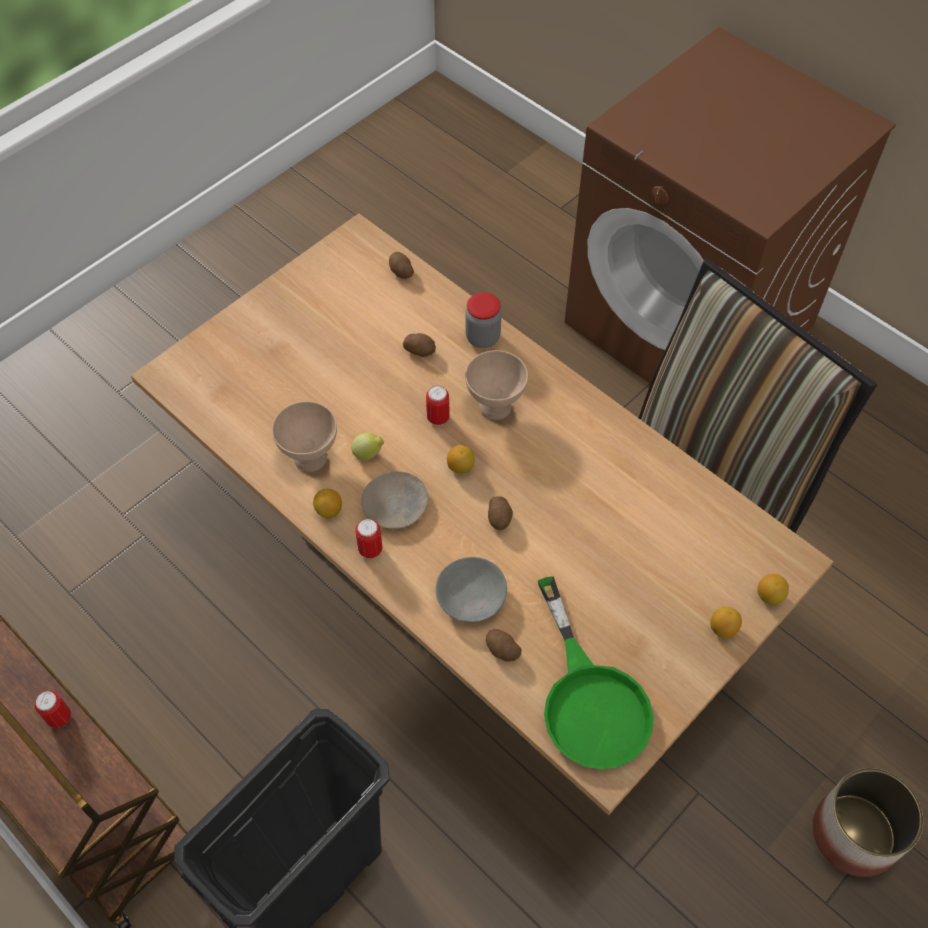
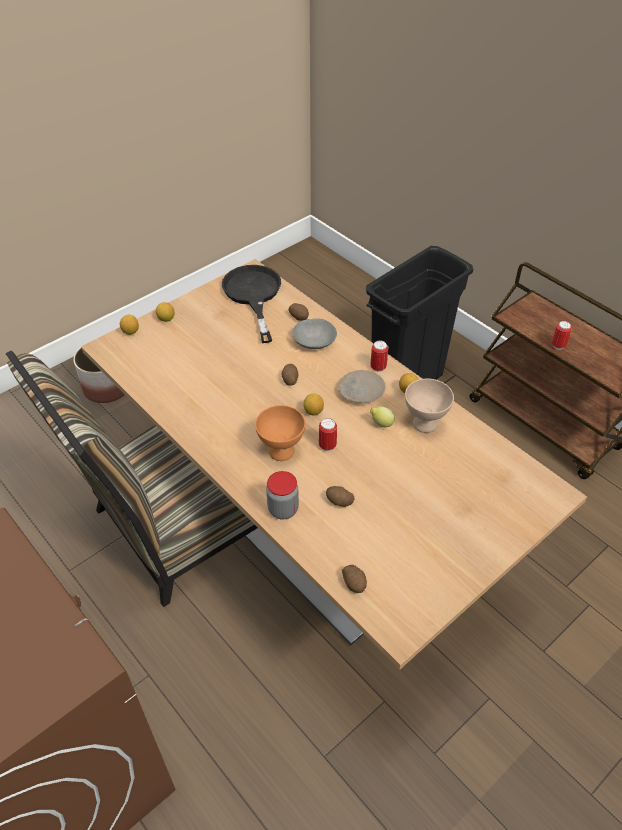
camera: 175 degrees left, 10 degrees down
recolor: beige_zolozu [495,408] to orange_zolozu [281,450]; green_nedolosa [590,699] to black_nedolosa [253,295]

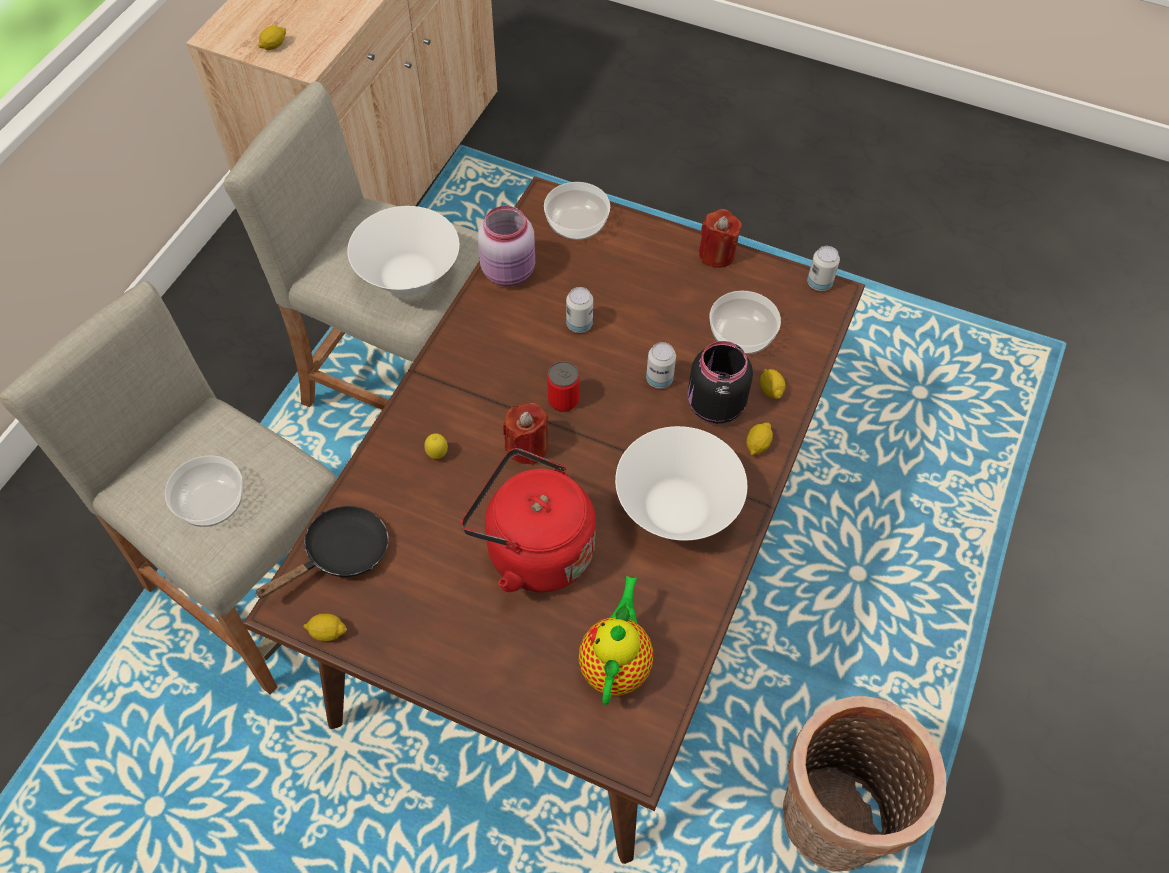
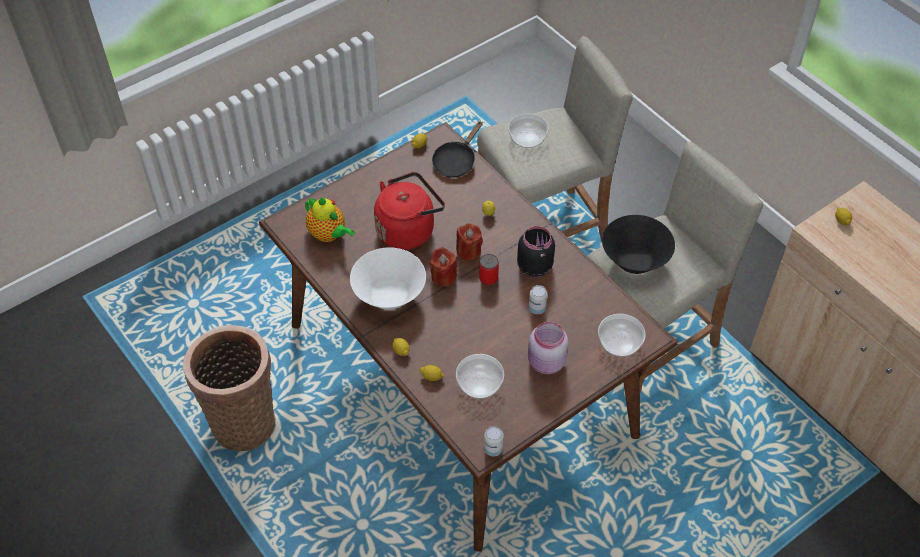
camera: 120 degrees right, 5 degrees down
delete: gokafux [659,379]
move: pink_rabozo [510,272] to [545,363]; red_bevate [717,254] to [443,277]; black_rabozo [713,406] to [535,266]
recolor: white_zolozu [409,277] to black_zolozu [635,261]
rotate: black_nedolosa [340,554] = [456,161] 45 degrees clockwise

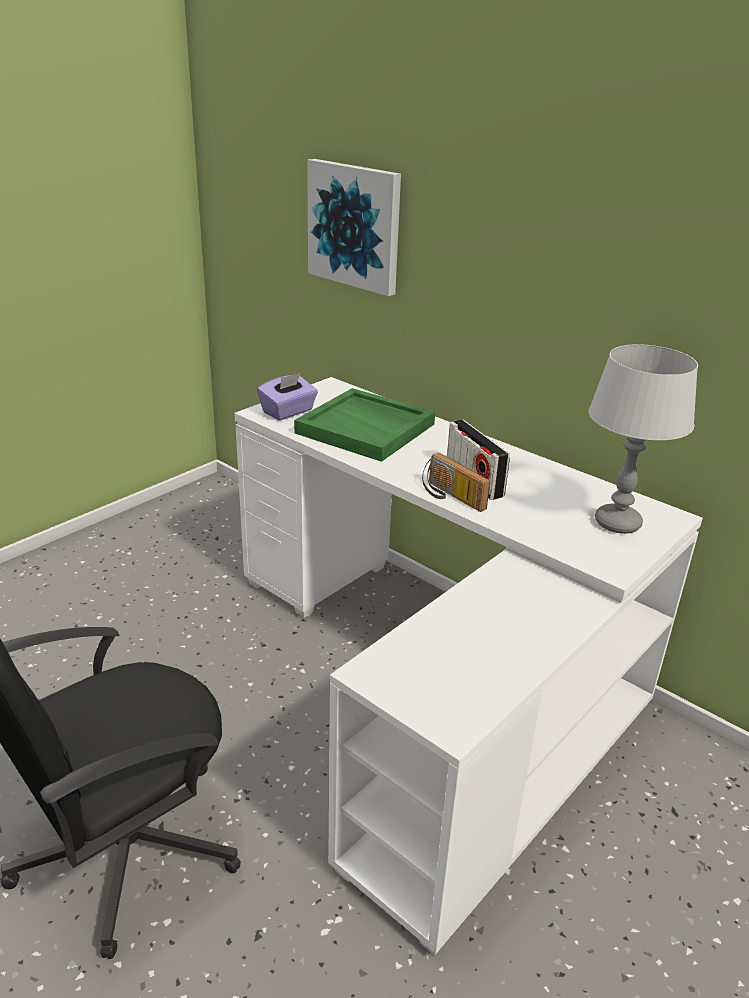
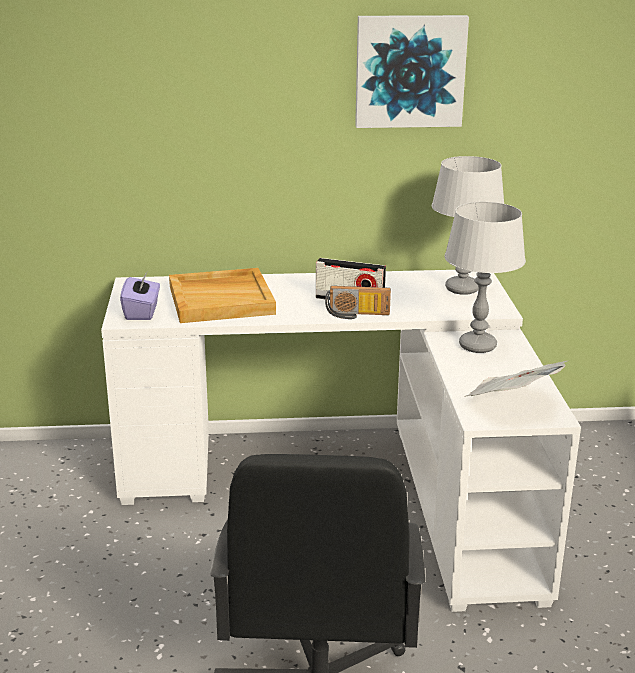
camera: 45 degrees left, 5 degrees down
insert: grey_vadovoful [478,346]; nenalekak [512,402]
move: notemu [354,226] to [410,71]
recolor: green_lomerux [367,428] to beige_lomerux [222,299]

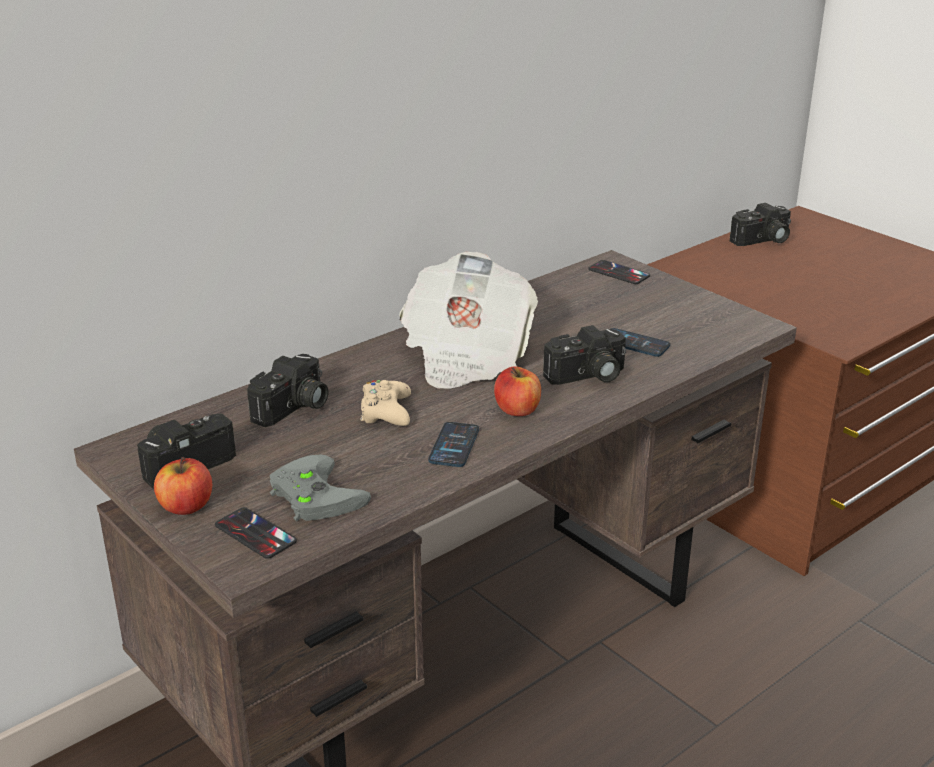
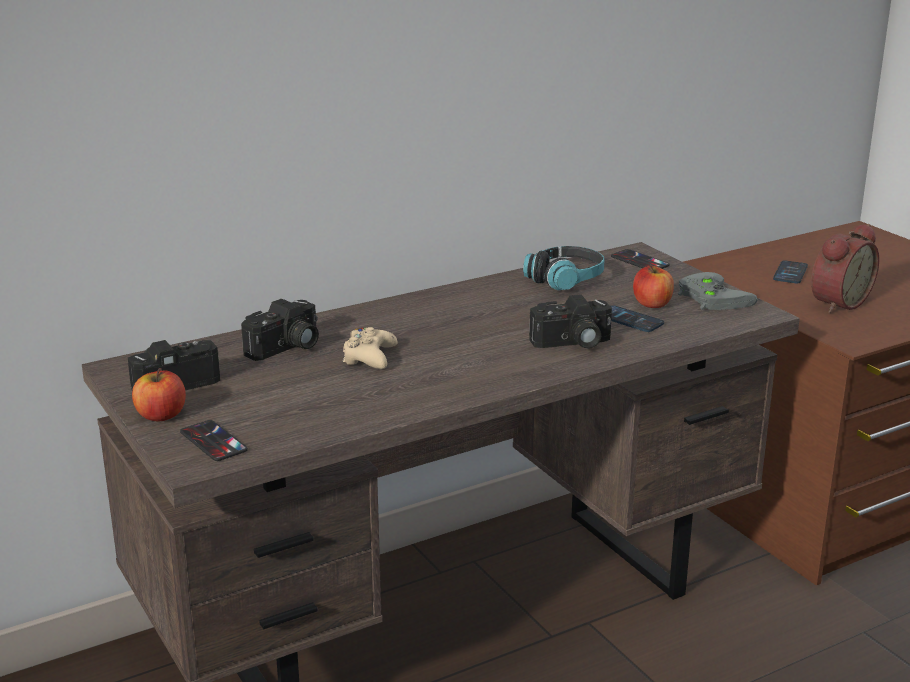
camera: 10 degrees right, 5 degrees down
delete: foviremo [762,241]; nenalekak [466,355]
insert: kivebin [836,302]; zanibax [565,279]
move: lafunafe [517,410] to [652,304]; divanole [454,445] to [790,273]; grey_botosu [312,494] to [710,297]

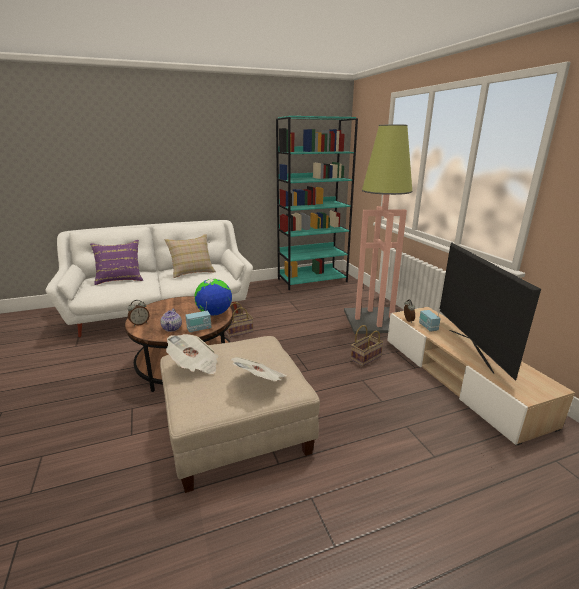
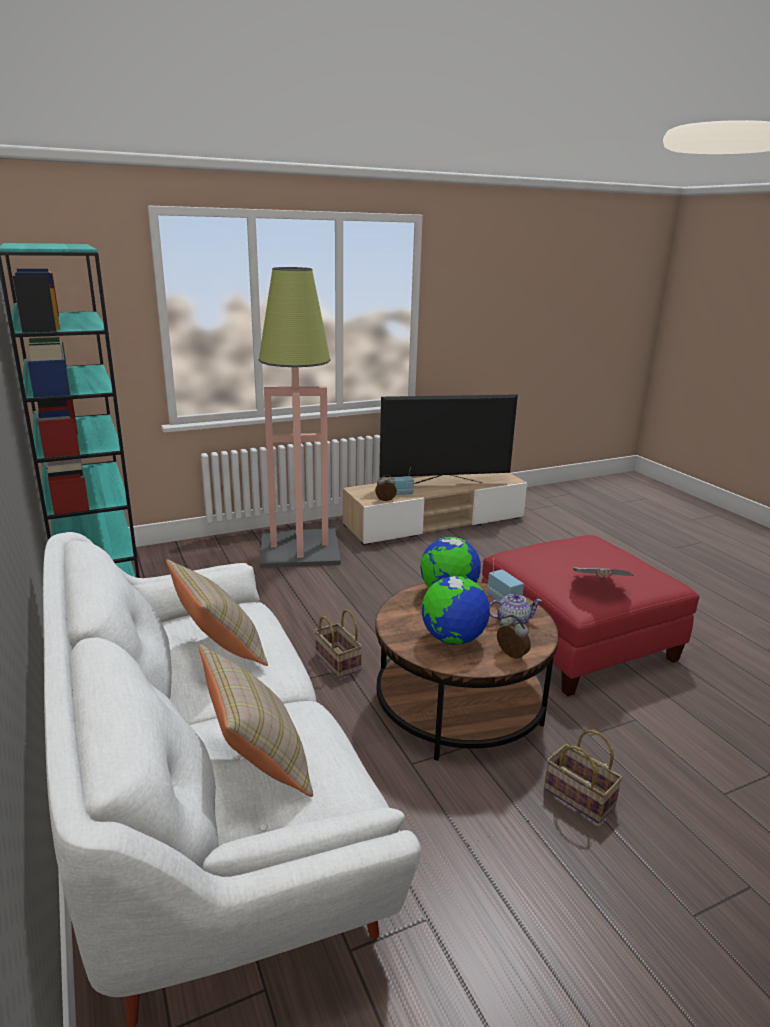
camera: 95 degrees left, 0 degrees up
delete: nenalekak [260,381]
insert: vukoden [453,639]
move: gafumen [366,357] to [577,797]
recolor: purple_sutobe [120,279] to beige_sutobe [258,762]; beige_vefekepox [236,428] to red_vefekepox [576,640]

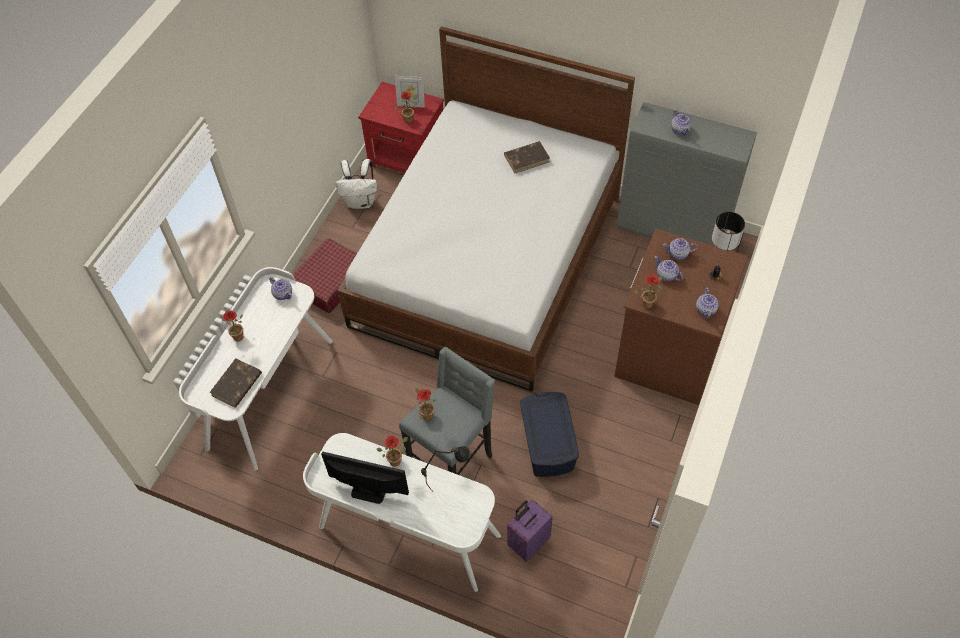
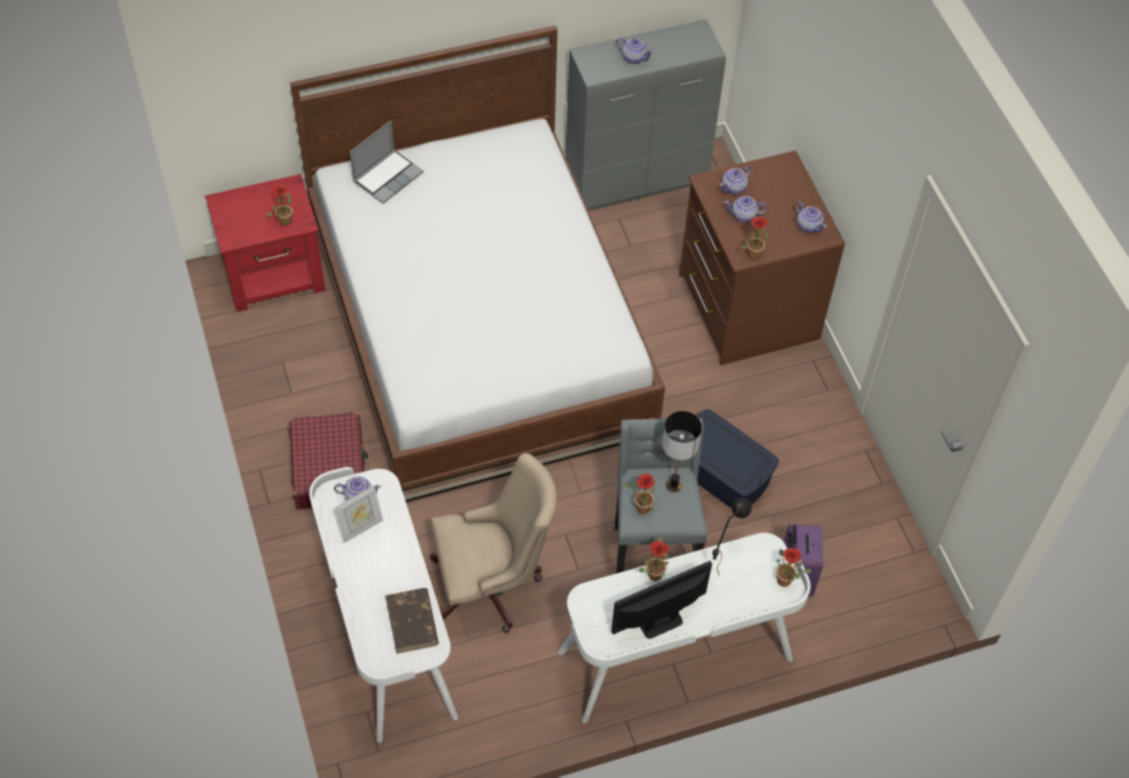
camera: 45 degrees left, 0 degrees up
delete: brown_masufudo [527,158]; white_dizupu [361,201]
insert: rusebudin [388,176]; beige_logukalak [492,585]
move: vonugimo [411,104] to [361,528]; vadovoful [714,276] to [673,486]; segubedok [240,338] to [787,581]

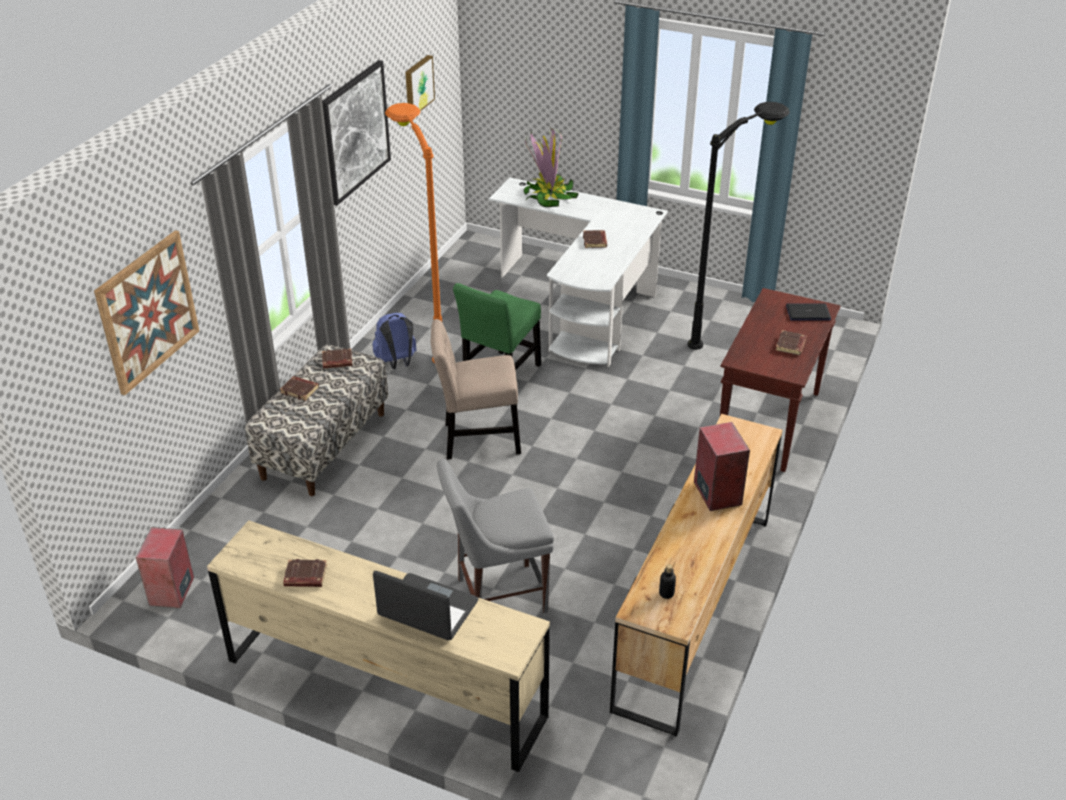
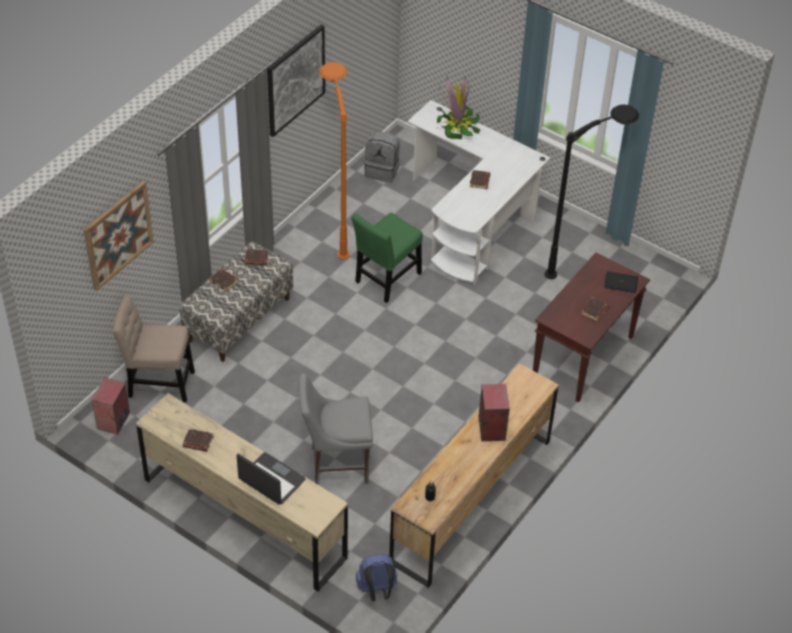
camera: 10 degrees right, 10 degrees up
delete: notemu [418,85]
insert: grey_dizupu [382,171]
move: blue_dizupu [397,362] to [377,590]; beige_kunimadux [477,439] to [157,383]

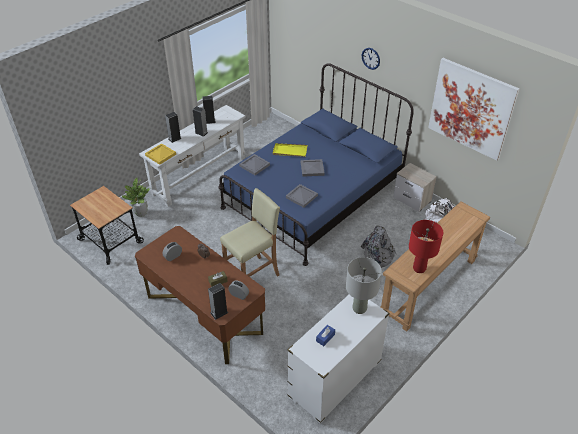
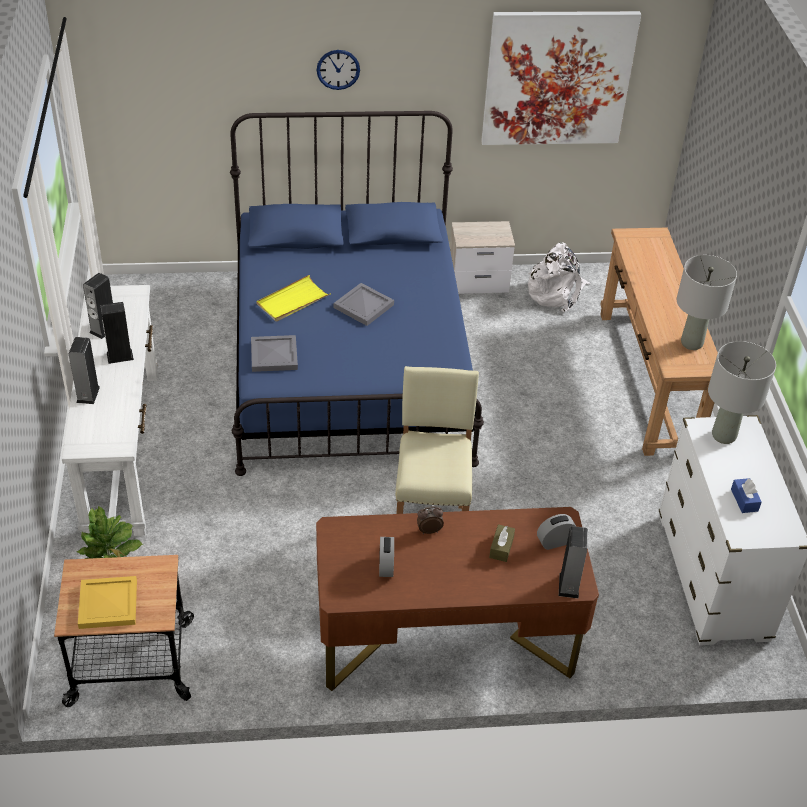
camera: 50 degrees left, 0 degrees up
delete: grey_lomerux [301,197]; grey_dizupu [376,257]
move: yellow_lomerux [160,154] to [107,603]
recolor: red_vadovoful [419,268] to grey_vadovoful [692,343]

